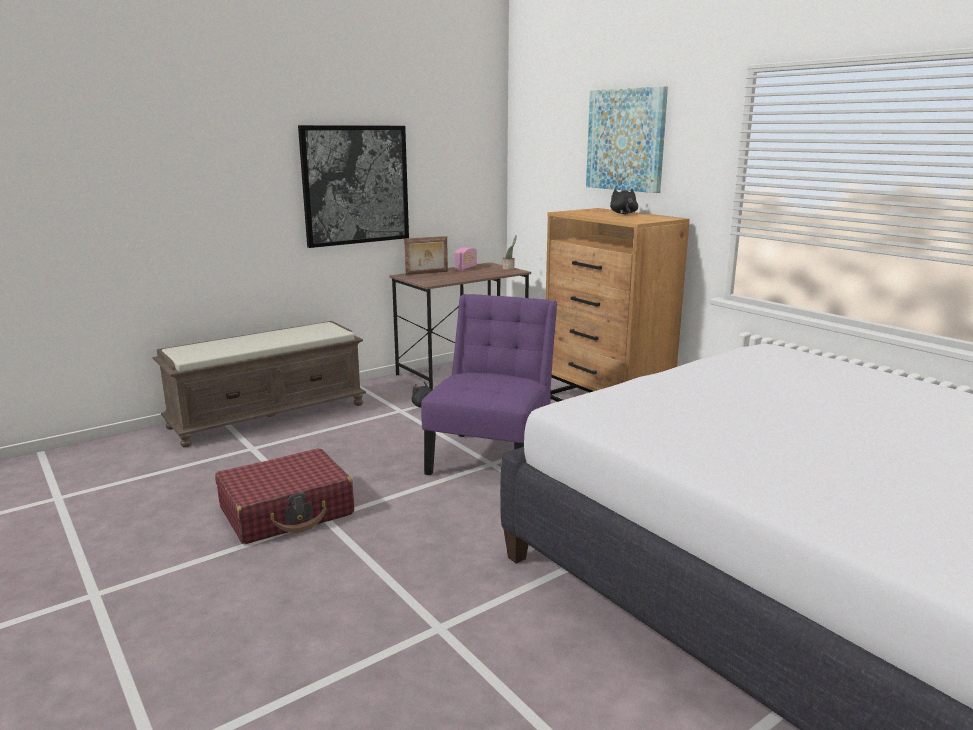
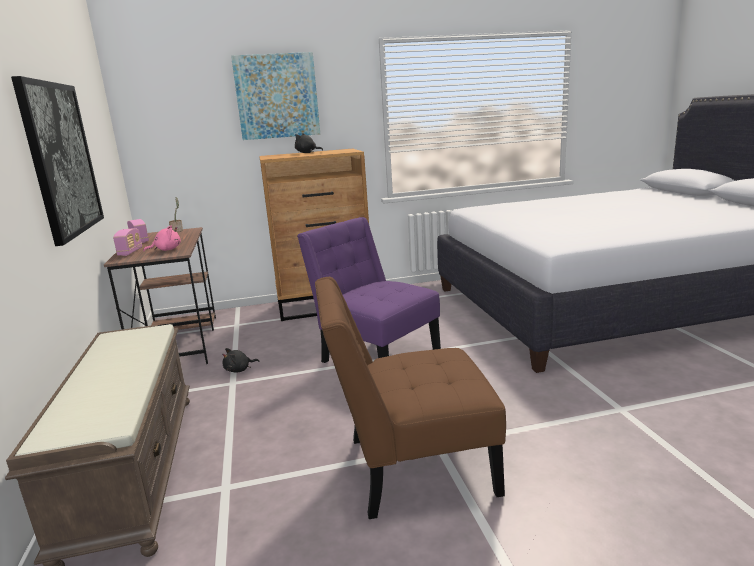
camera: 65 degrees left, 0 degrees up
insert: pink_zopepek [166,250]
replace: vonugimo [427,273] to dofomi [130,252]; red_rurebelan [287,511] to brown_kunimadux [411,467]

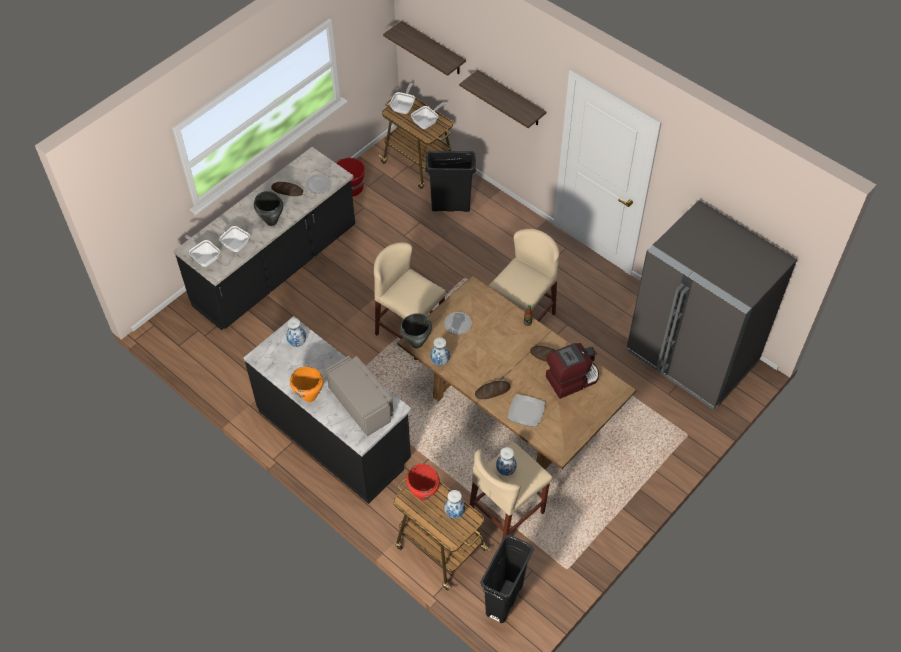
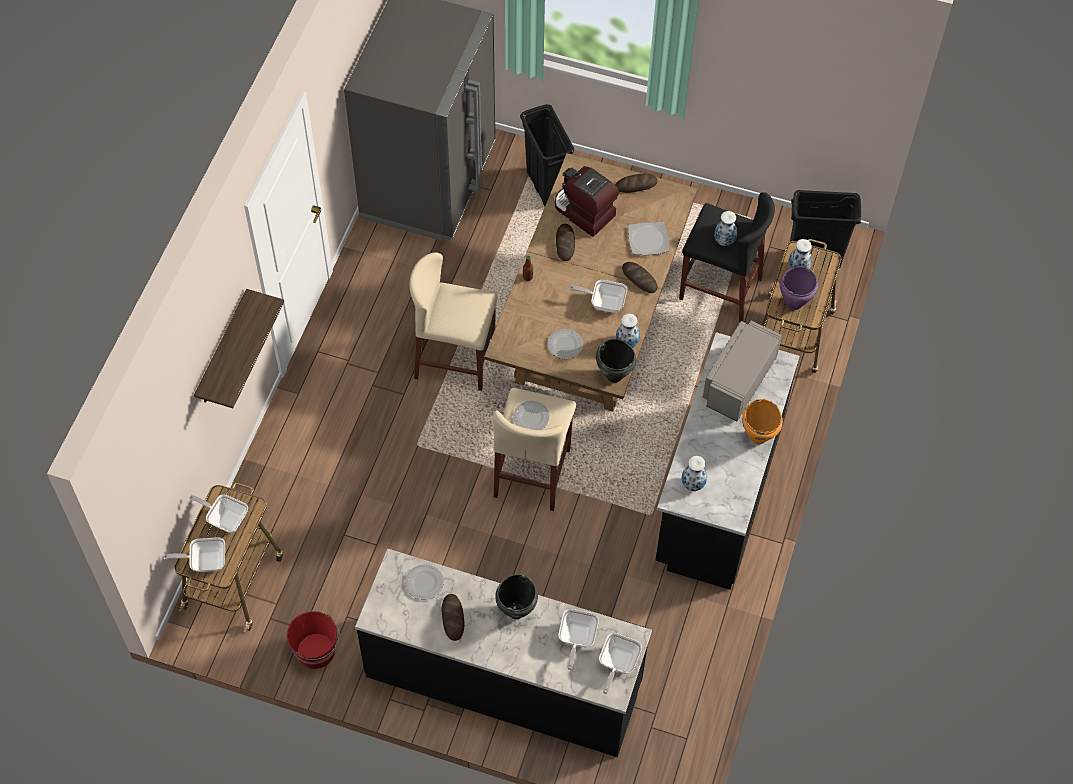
camera: 115 degrees left, 5 degrees up
delete: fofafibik [433,49]
insert: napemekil [636,185]; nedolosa [604,302]; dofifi [531,418]
move: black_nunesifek [450,206] to [546,187]
recolor: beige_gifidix [506,514] to black_gifidix [720,289]; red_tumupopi [423,494] to purple_tumupopi [793,303]

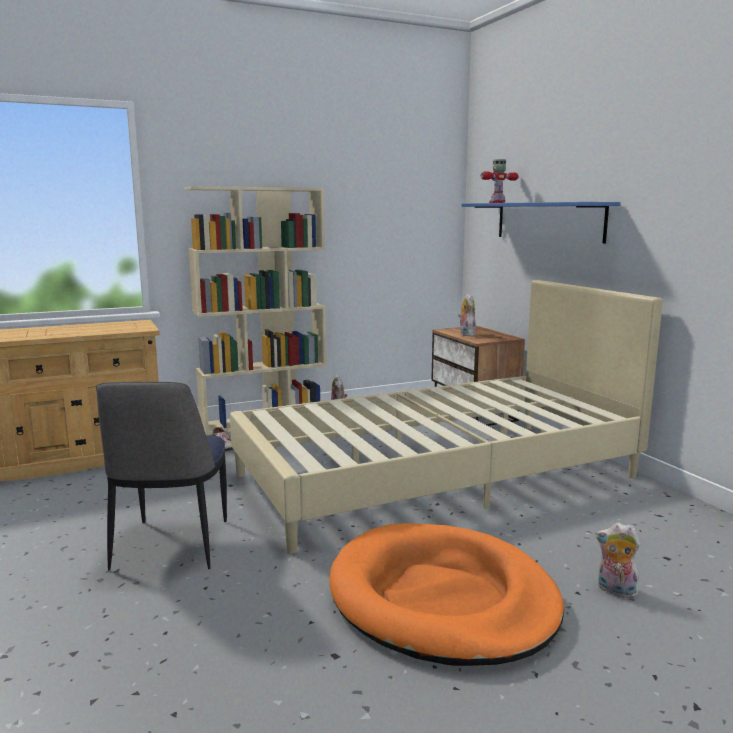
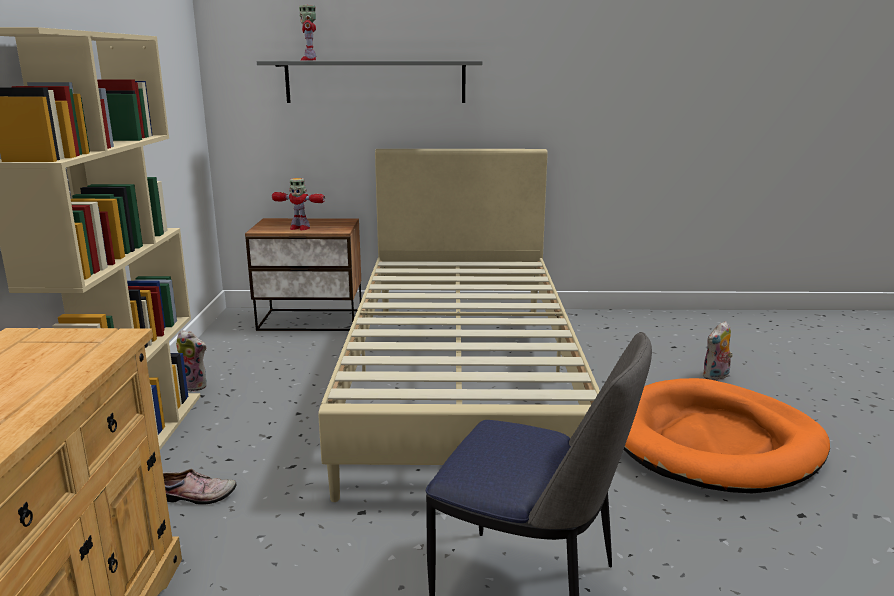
camera: 65 degrees left, 5 degrees up
replace: zopepek [466,334] to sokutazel [299,228]
recolor: blue_fofafibik [548,221] to grey_fofafibik [375,82]

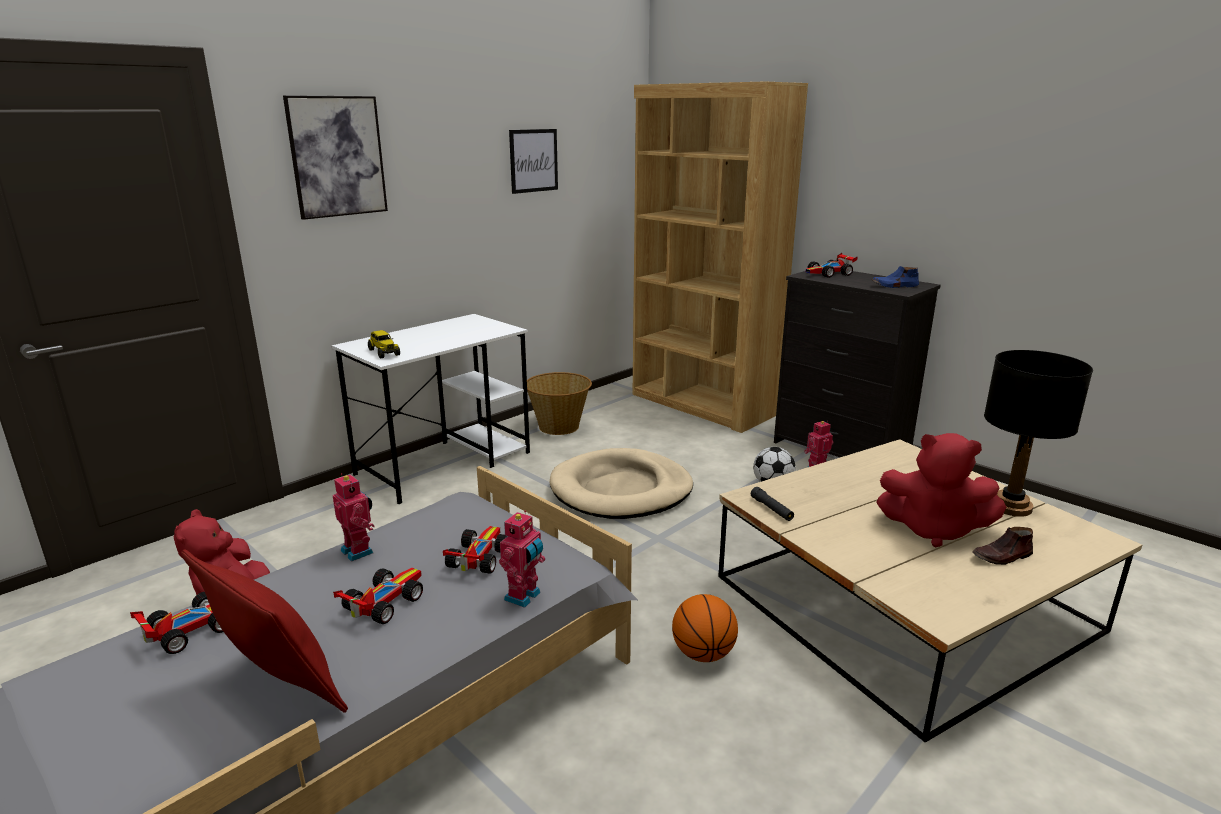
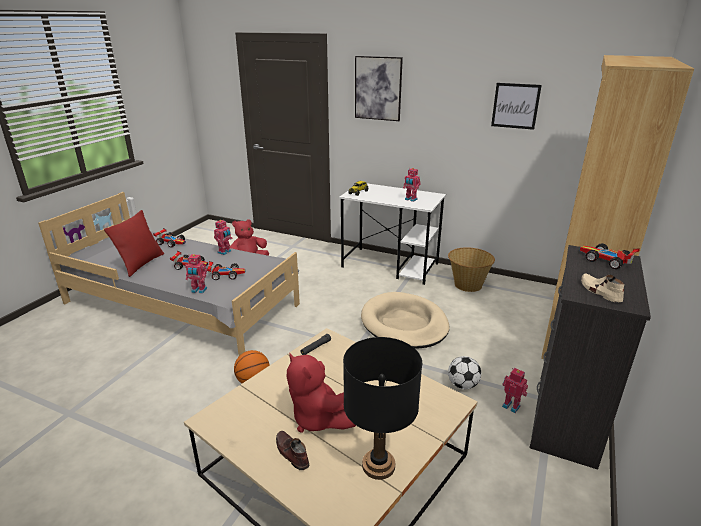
camera: 70 degrees right, 5 degrees up
insert: sokutazel [410,199]
recolor: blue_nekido [895,286] to beige_nekido [599,291]
rotate: red_zopepek [933,530] = [318,418] 45 degrees counterclockwise

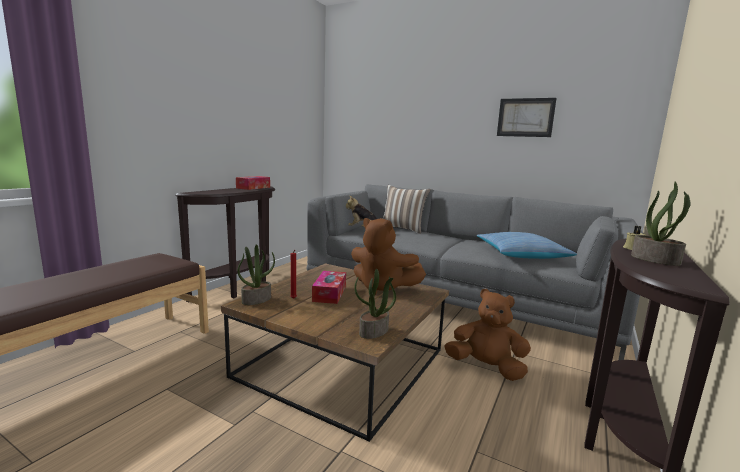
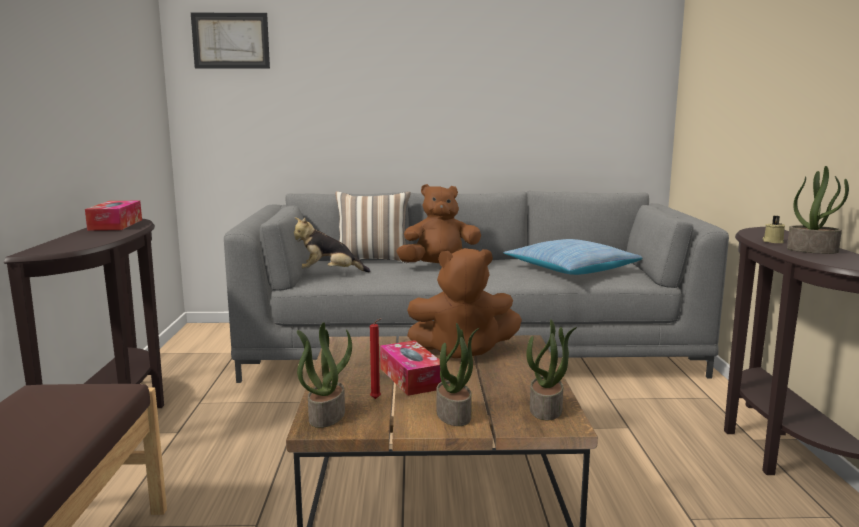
camera: 30 degrees left, 0 degrees up
insert: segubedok [454,415]
move: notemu [525,117] to [231,40]; brown_zopepek [486,368] to [440,268]

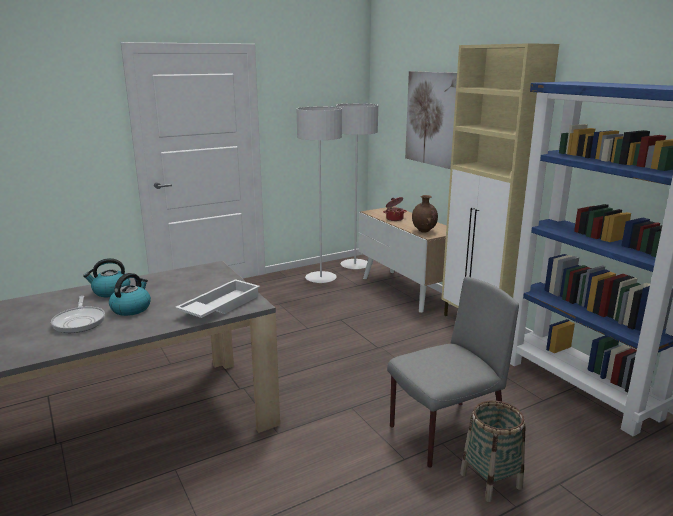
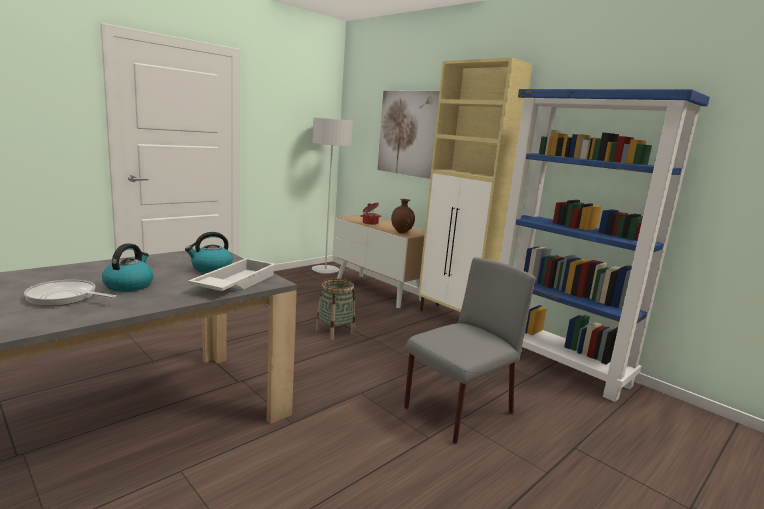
camera: 15 degrees left, 5 degrees down
delete: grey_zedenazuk [320,278]
move: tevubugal [111,292] to [211,268]; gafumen [490,480] to [335,331]
rotate: nedolosa [80,321] = [65,297] 135 degrees clockwise

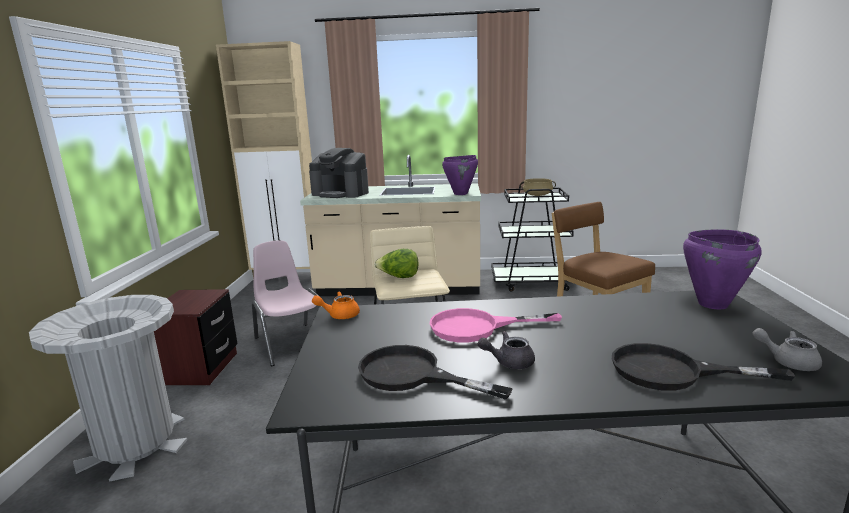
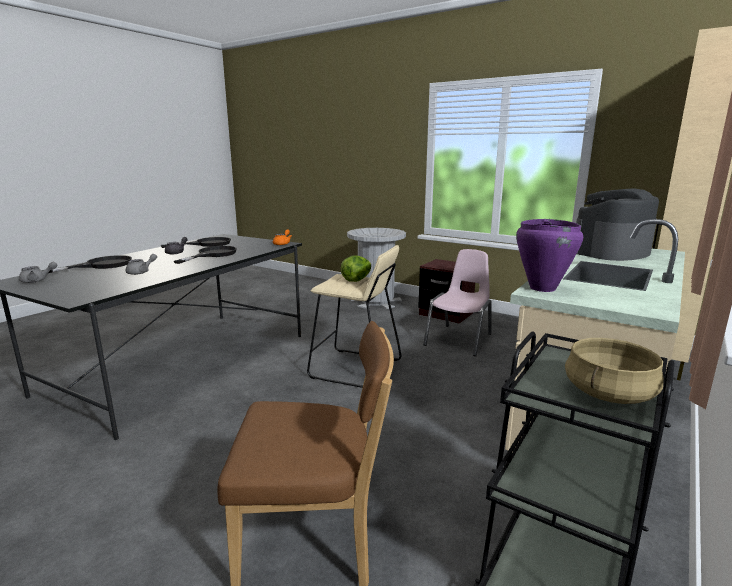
camera: 120 degrees right, 0 degrees up
delete: purple_tumupopi [712,304]
insert: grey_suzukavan [141,272]
recolor: pink_nedolosa [477,327] to black_nedolosa [212,255]
rotate: pink_kunimadux [291,343] = [459,339] 60 degrees counterclockwise

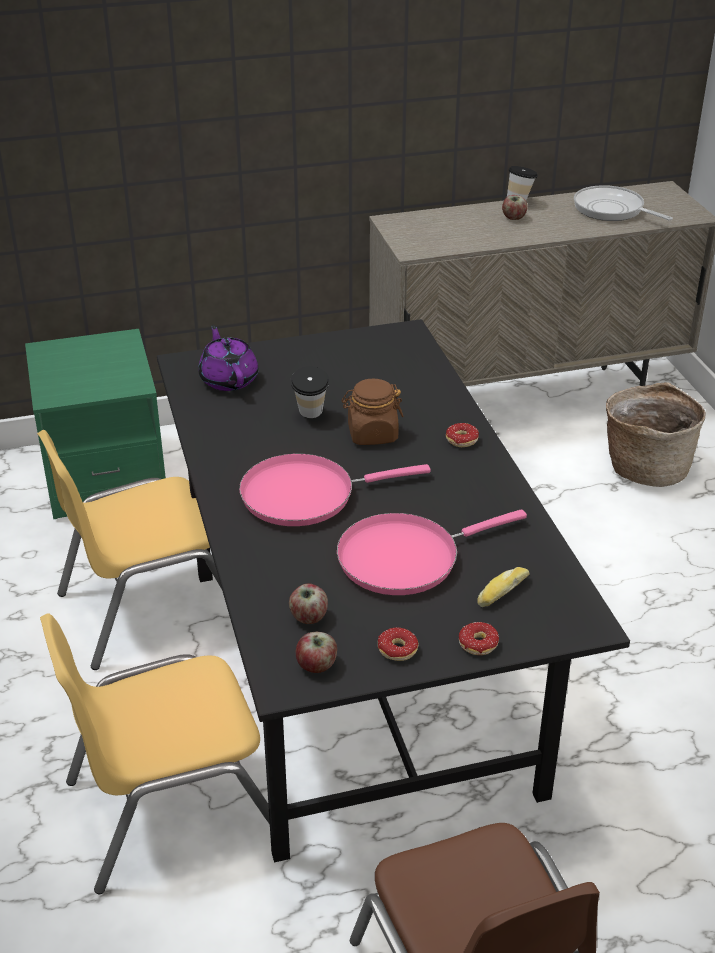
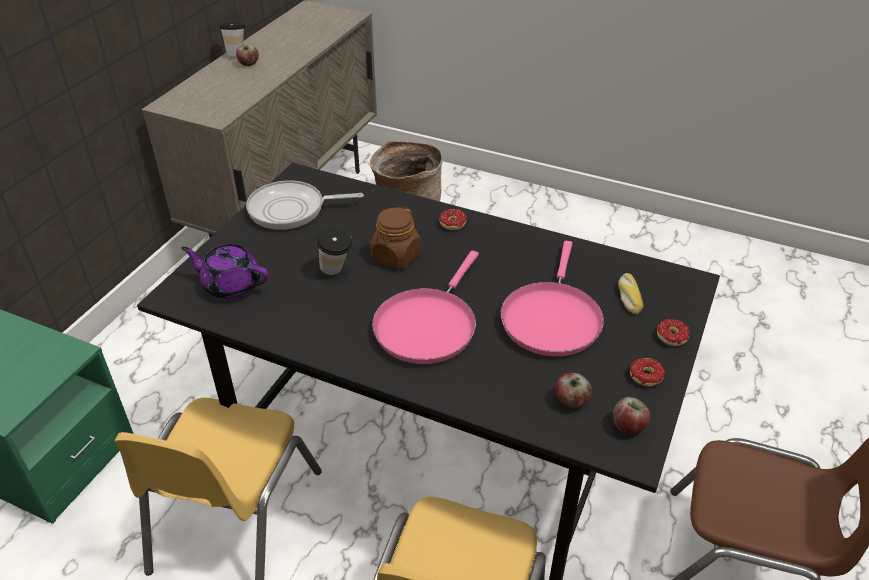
camera: 50 degrees left, 5 degrees up
move: nedolosa [612,210] to [291,210]

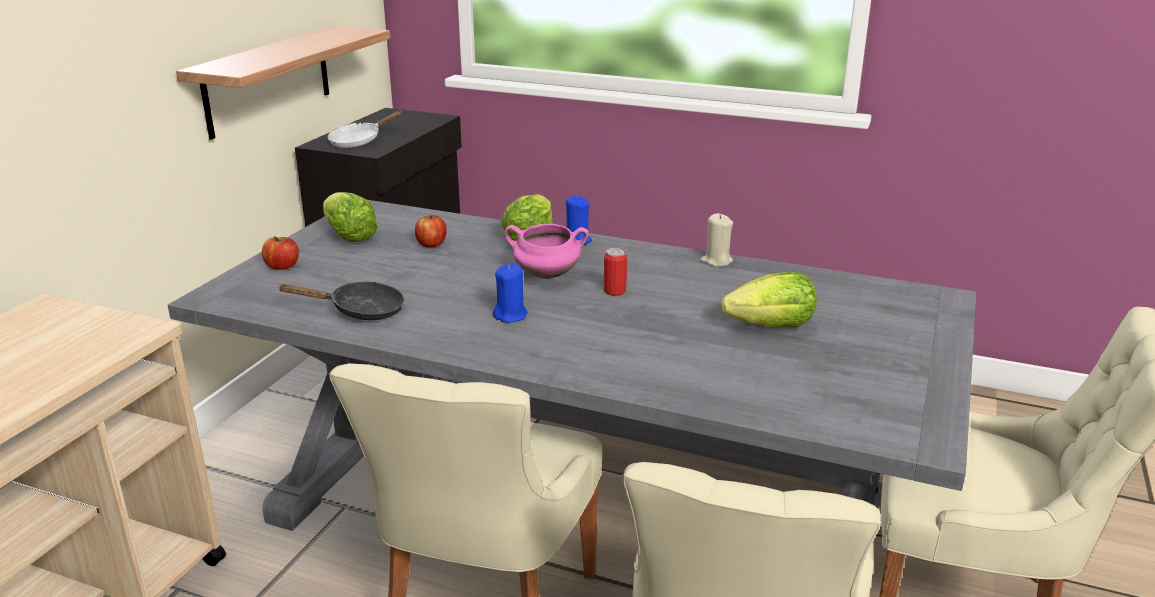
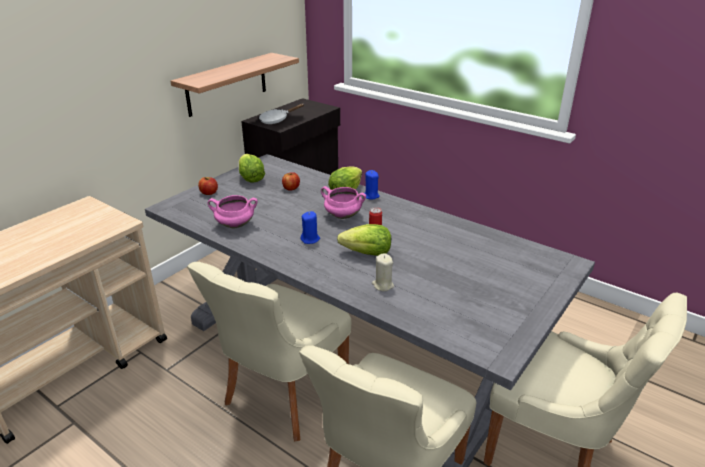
camera: 15 degrees right, 5 degrees up
move: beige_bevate [716,261] to [382,285]; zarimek [772,327] to [367,253]
replace: black_nedolosa [360,311] to pink_tumupopi [234,225]

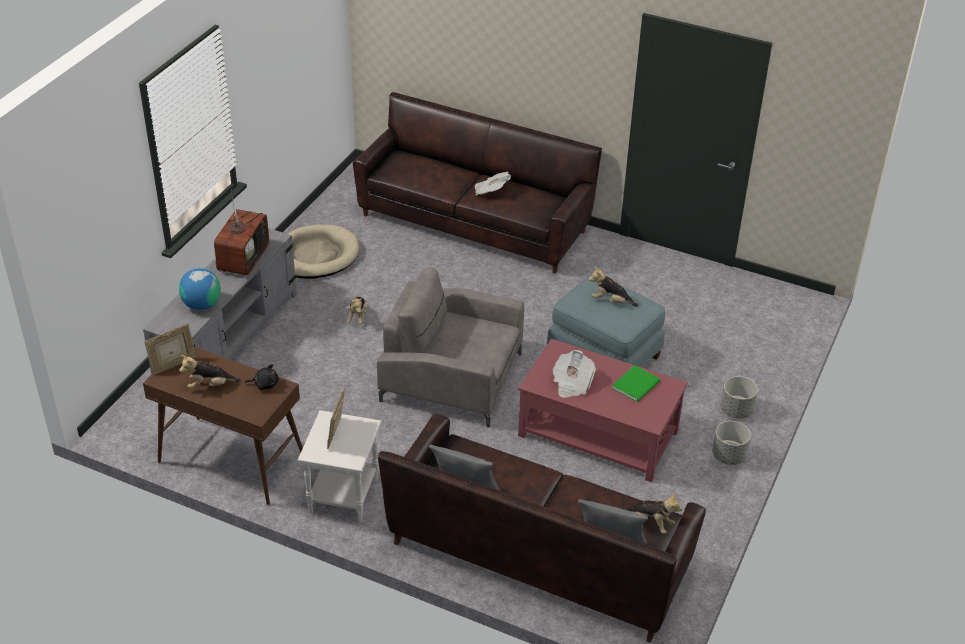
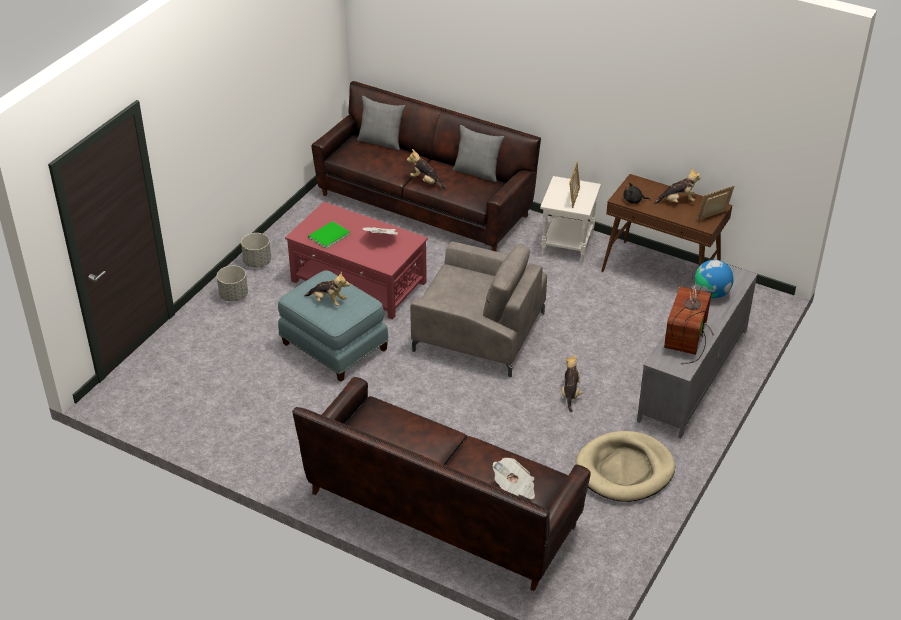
camera: 175 degrees left, 0 degrees up
move: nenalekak [491,191] to [514,487]; zopepek [650,524] to [426,182]

